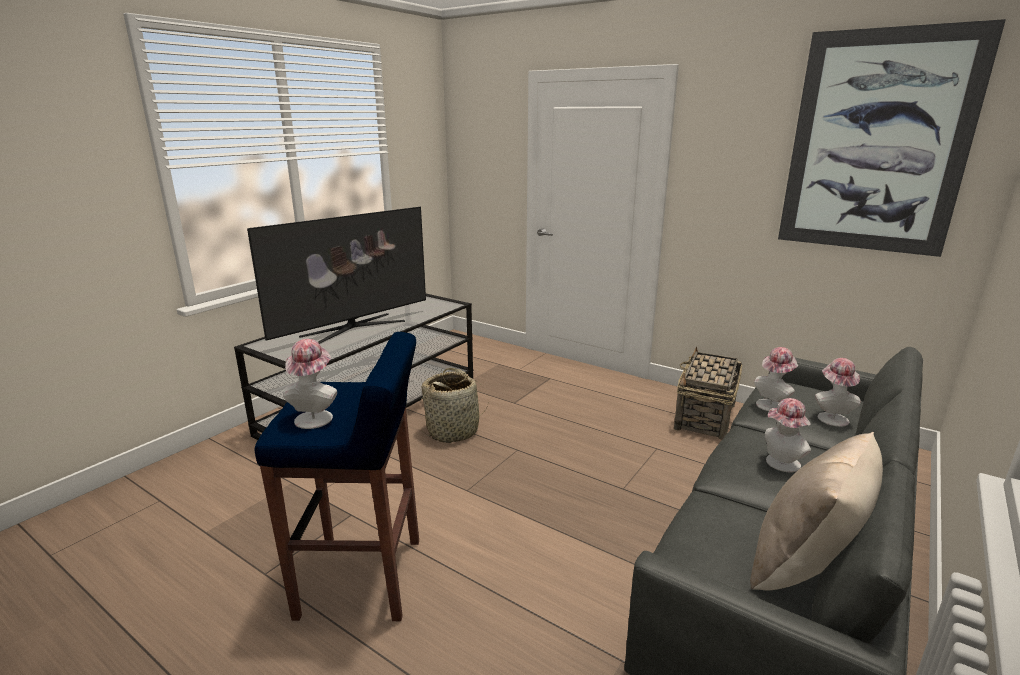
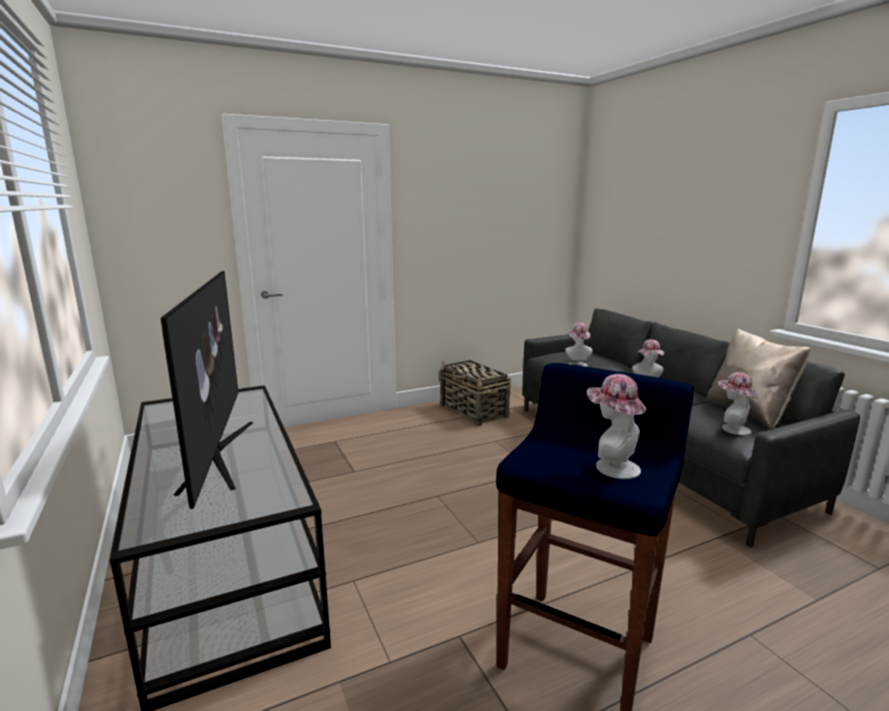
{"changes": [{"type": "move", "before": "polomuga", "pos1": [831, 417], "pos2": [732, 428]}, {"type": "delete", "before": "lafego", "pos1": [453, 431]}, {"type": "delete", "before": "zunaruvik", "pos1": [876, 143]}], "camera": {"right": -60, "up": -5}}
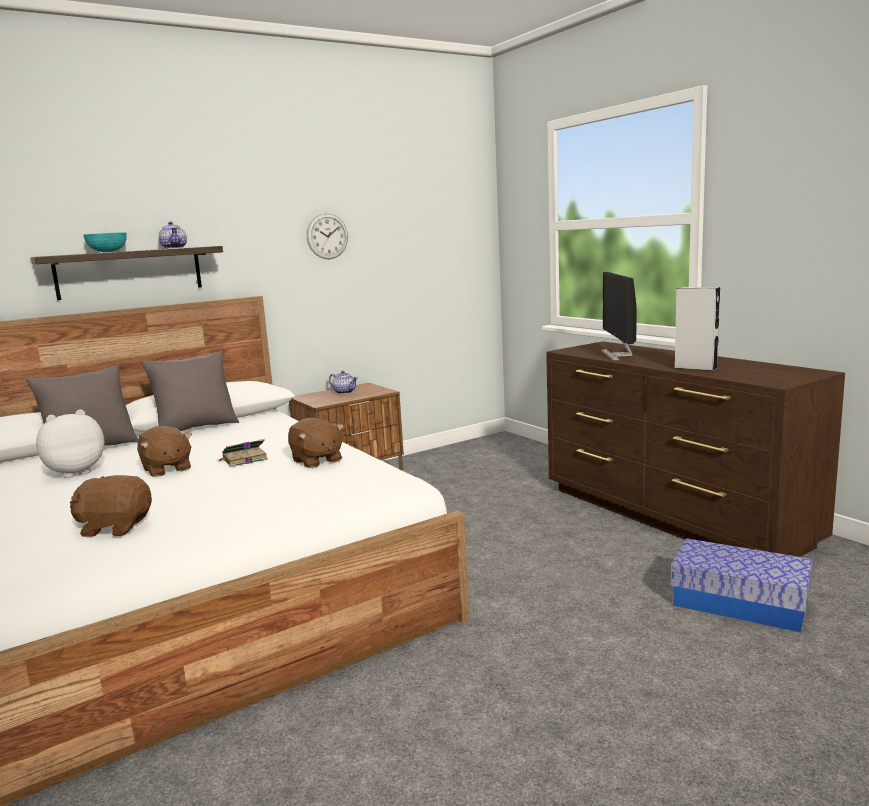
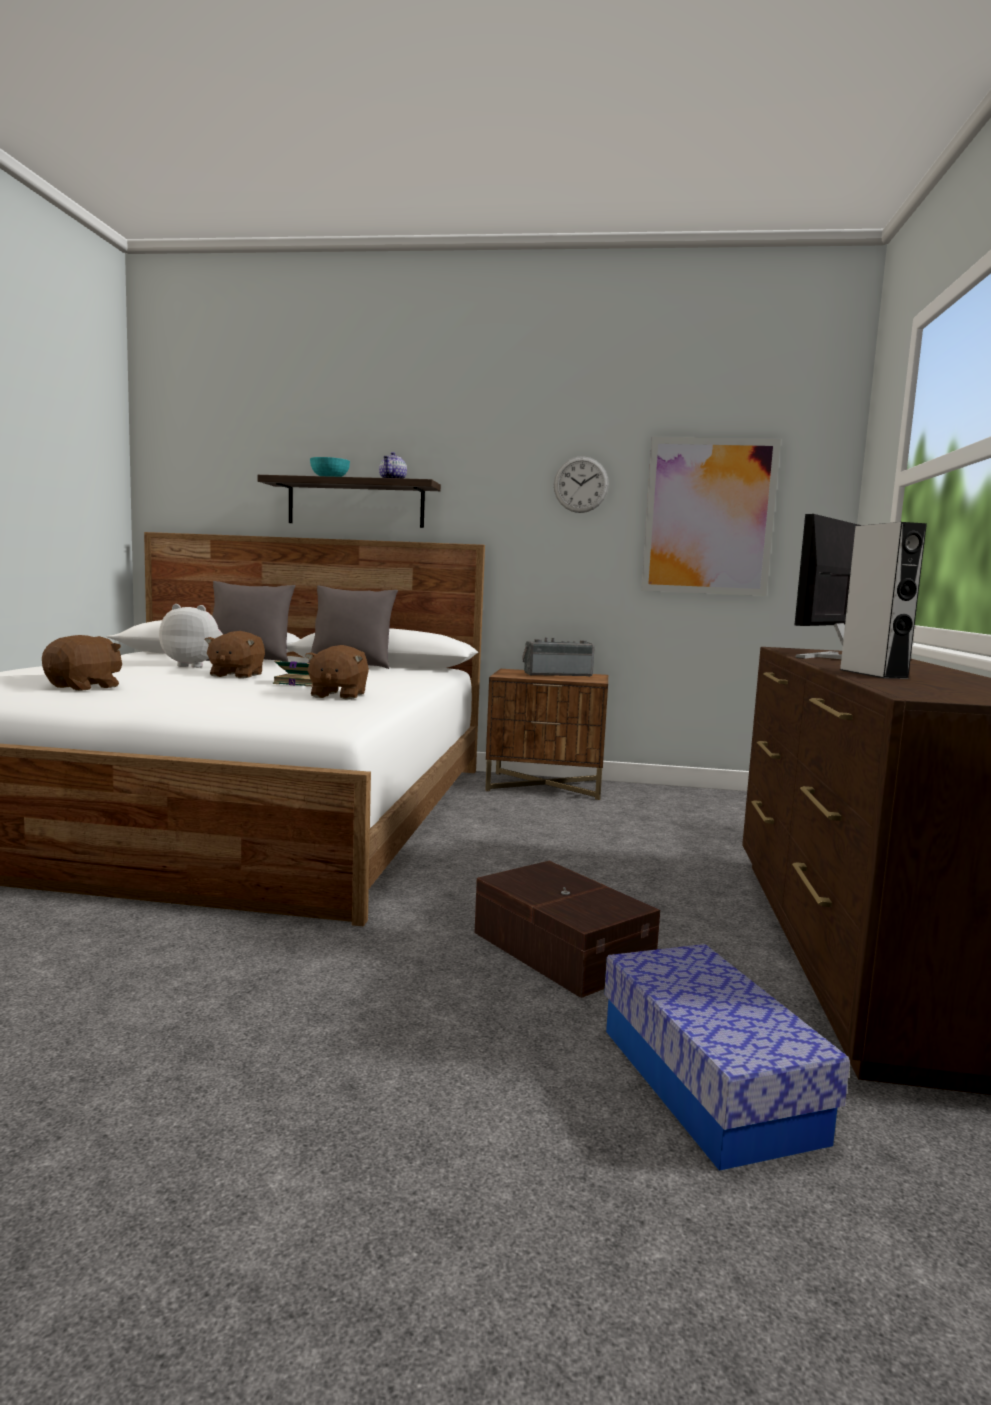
{"changes": [{"type": "rotate", "before": "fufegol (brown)", "pos1": [115, 527], "pos2": [85, 687], "turn": 75}, {"type": "insert", "after": "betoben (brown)", "pos2": [562, 948]}, {"type": "replace", "before": "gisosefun", "after": "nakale", "pos1": [344, 392], "pos2": [557, 674]}, {"type": "insert", "after": "zunaruvik", "pos2": [708, 517]}], "camera": {"right": 40, "up": -5}}
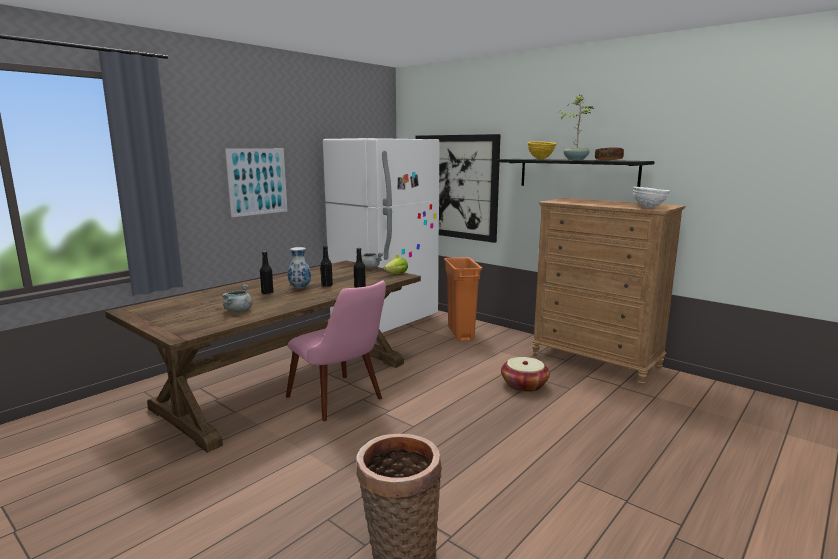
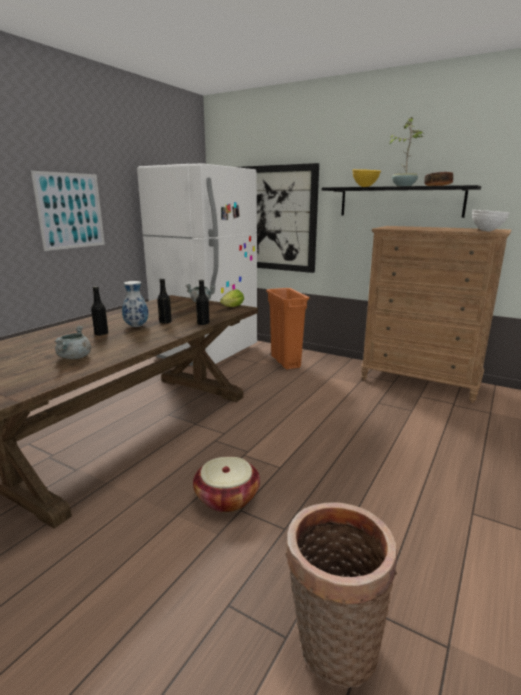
{"changes": [{"type": "move", "before": "lafego", "pos1": [524, 385], "pos2": [227, 498]}, {"type": "delete", "before": "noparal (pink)", "pos1": [342, 401]}], "camera": {"right": -10, "up": 5}}
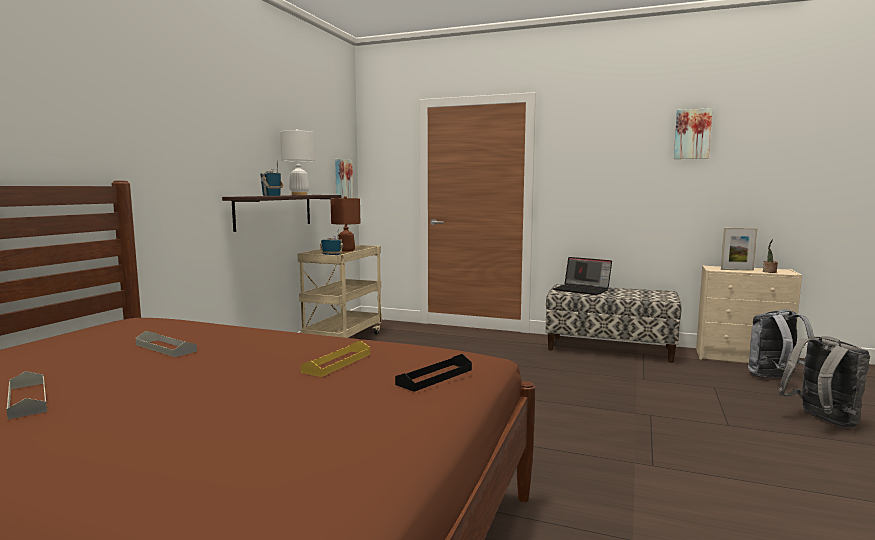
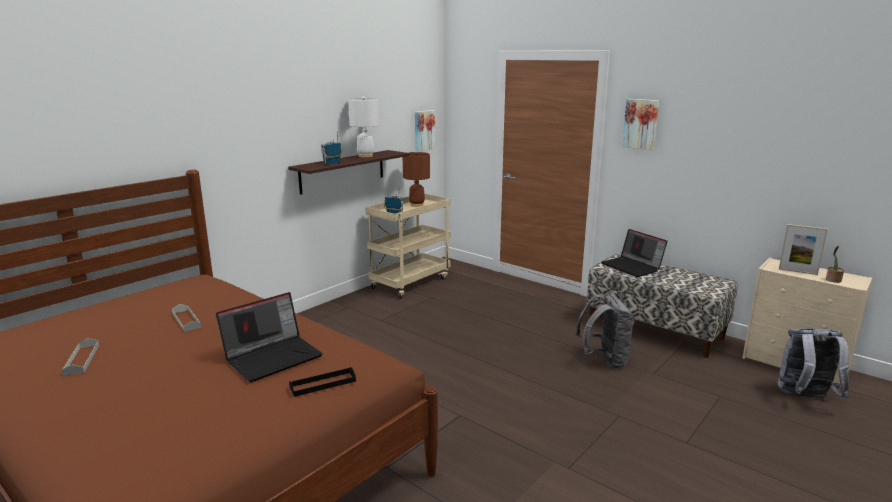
{"changes": [{"type": "replace", "before": "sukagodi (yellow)", "after": "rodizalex", "pos1": [337, 363], "pos2": [273, 357]}, {"type": "move", "before": "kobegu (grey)", "pos1": [821, 421], "pos2": [604, 360]}, {"type": "move", "before": "zunaruvik", "pos1": [692, 134], "pos2": [641, 124]}], "camera": {"right": 20, "up": 10}}
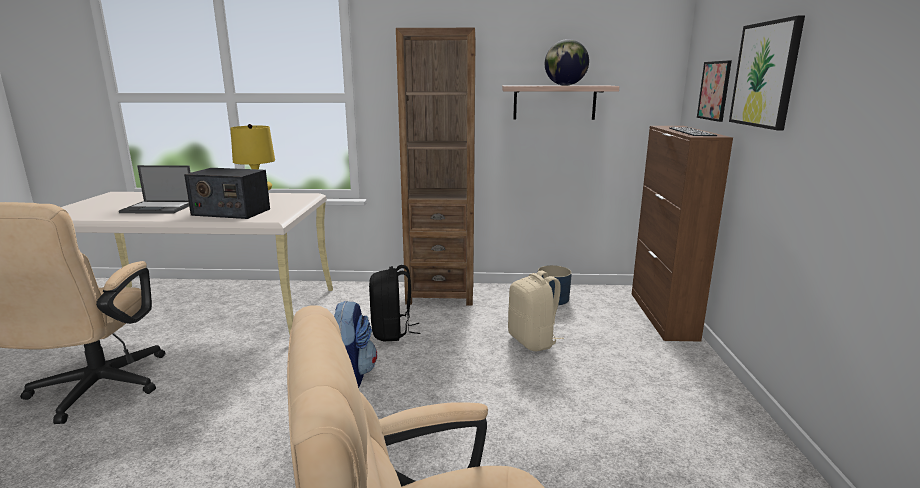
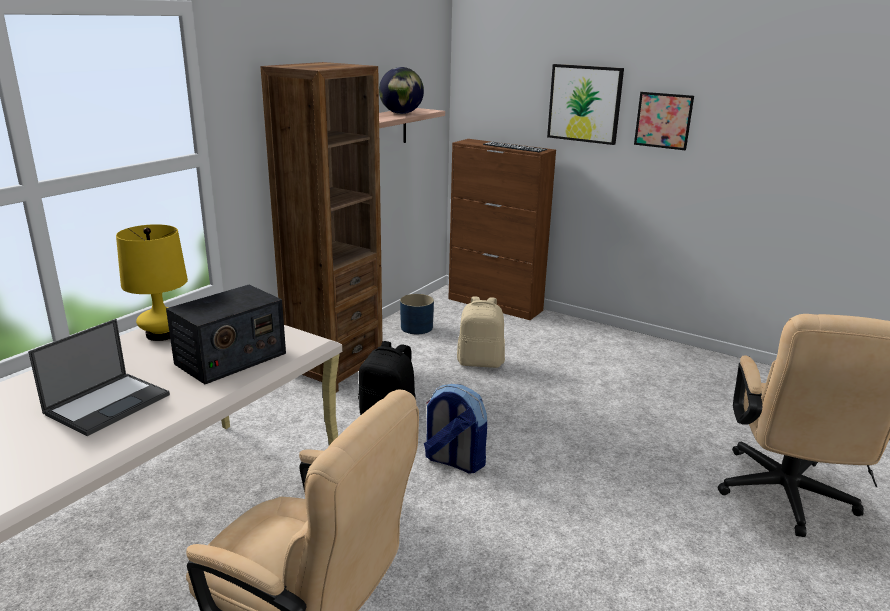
{"changes": [{"type": "move", "before": "zunaruvik", "pos1": [714, 90], "pos2": [663, 120]}], "camera": {"right": -60, "up": 5}}
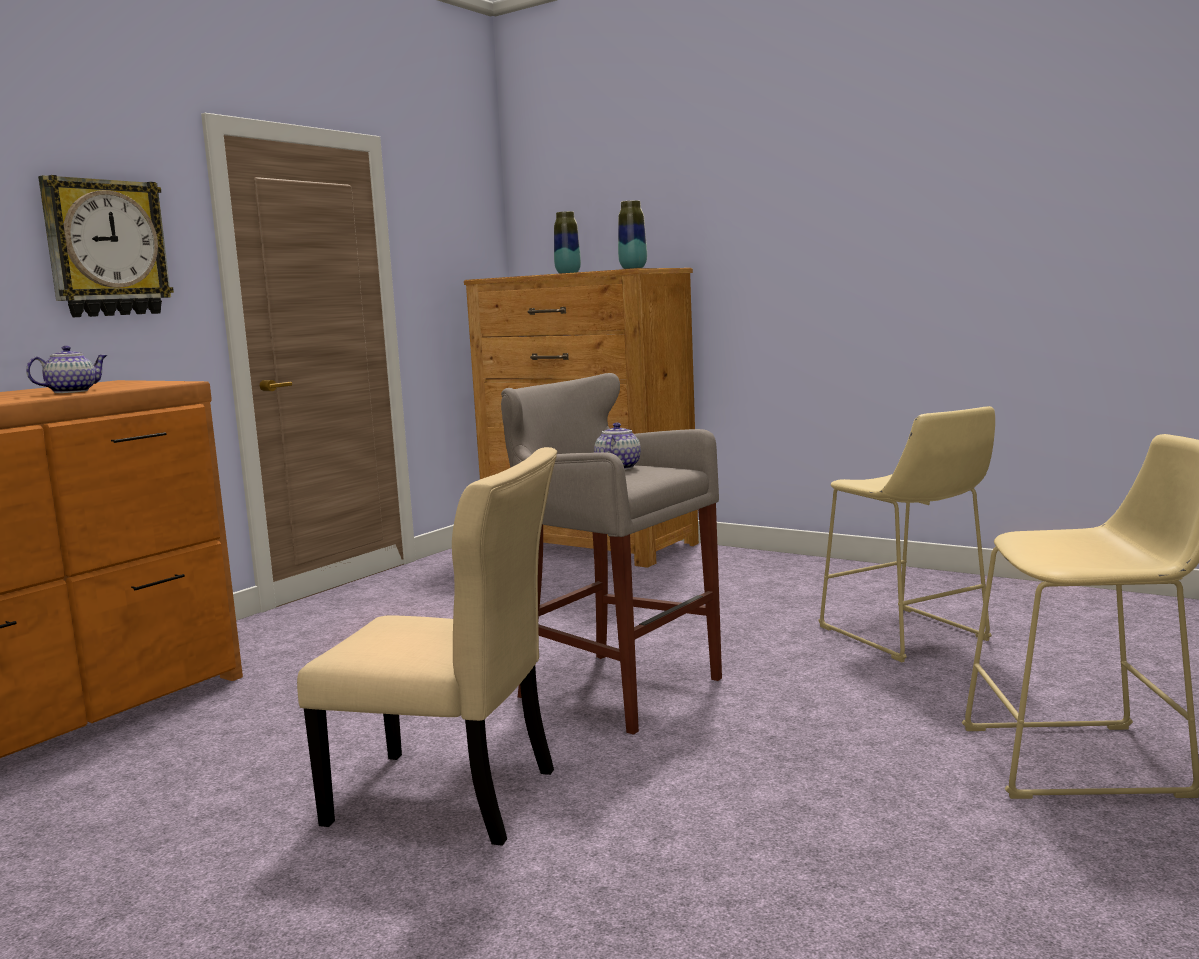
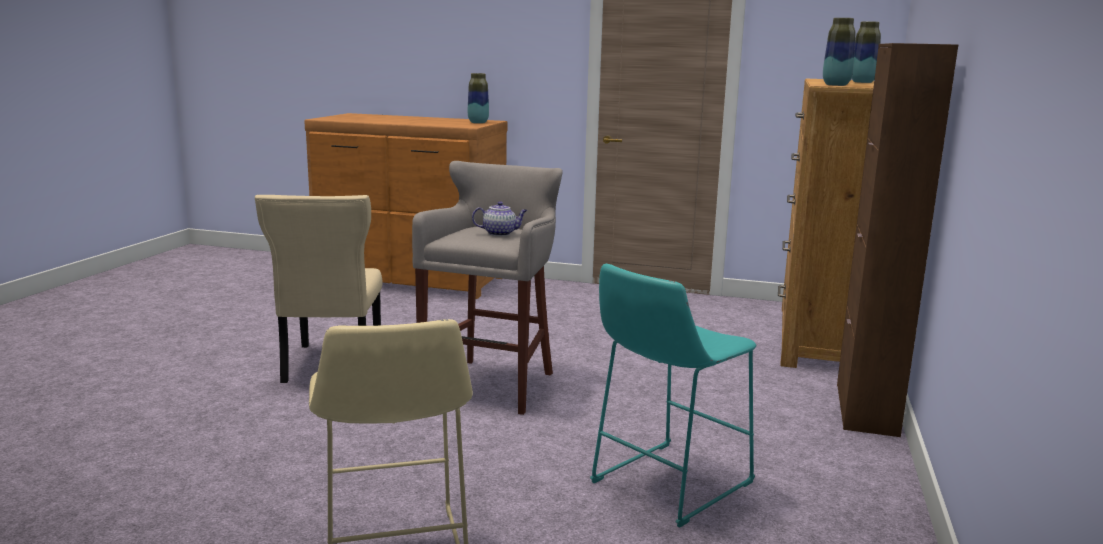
{"changes": [{"type": "insert", "after": "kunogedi", "pos2": [478, 123]}, {"type": "recolor", "before": "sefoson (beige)", "after": "sefoson (turquoise)", "pos1": [907, 636], "pos2": [665, 485]}, {"type": "insert", "after": "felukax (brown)", "pos2": [866, 409]}, {"type": "delete", "before": "gisosefun", "pos1": [72, 391]}, {"type": "delete", "before": "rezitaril", "pos1": [106, 248]}], "camera": {"right": 70, "up": 5}}
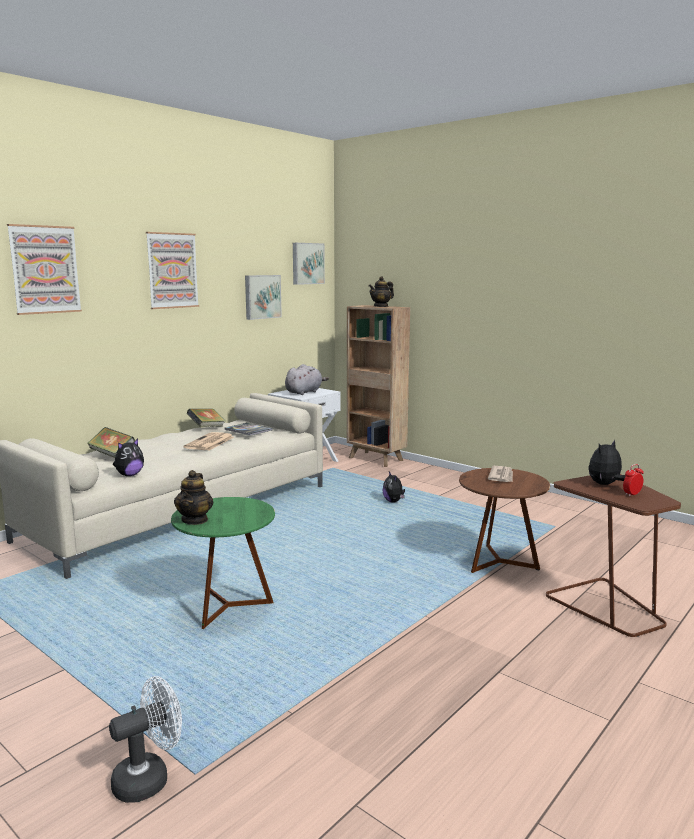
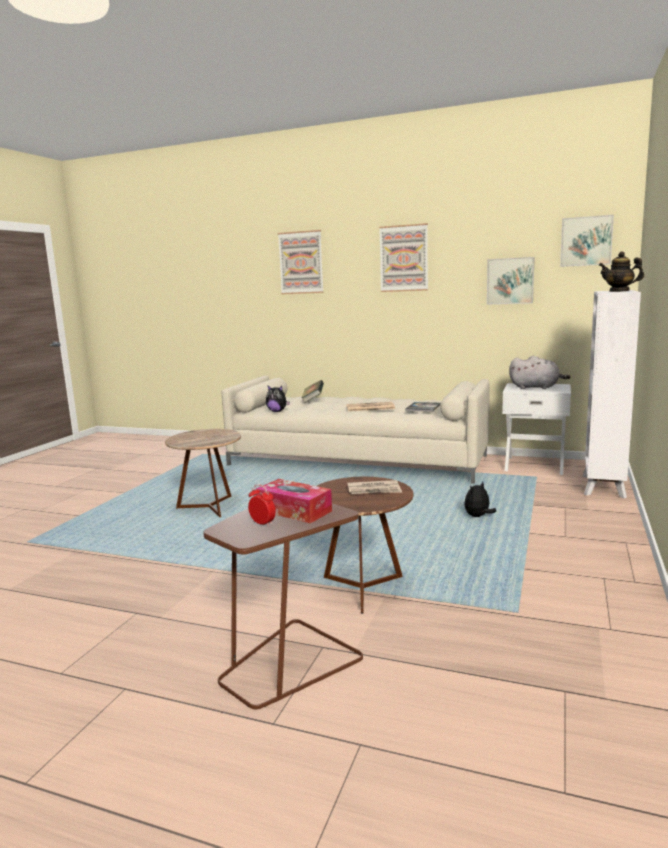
{"changes": [{"type": "recolor", "before": "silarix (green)", "after": "silarix (brown)", "pos1": [227, 607], "pos2": [210, 507]}, {"type": "replace", "before": "fufegol", "after": "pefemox", "pos1": [605, 484], "pos2": [294, 510]}, {"type": "recolor", "before": "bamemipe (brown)", "after": "bamemipe (white)", "pos1": [376, 459], "pos2": [603, 487]}, {"type": "delete", "before": "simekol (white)", "pos1": [149, 778]}, {"type": "delete", "before": "gisosefun", "pos1": [195, 520]}, {"type": "delete", "before": "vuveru", "pos1": [206, 428]}], "camera": {"right": 70, "up": 0}}
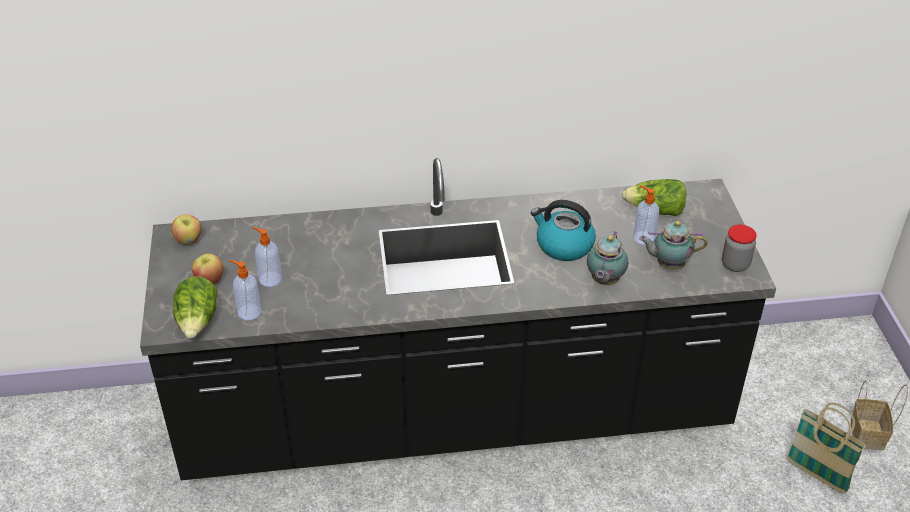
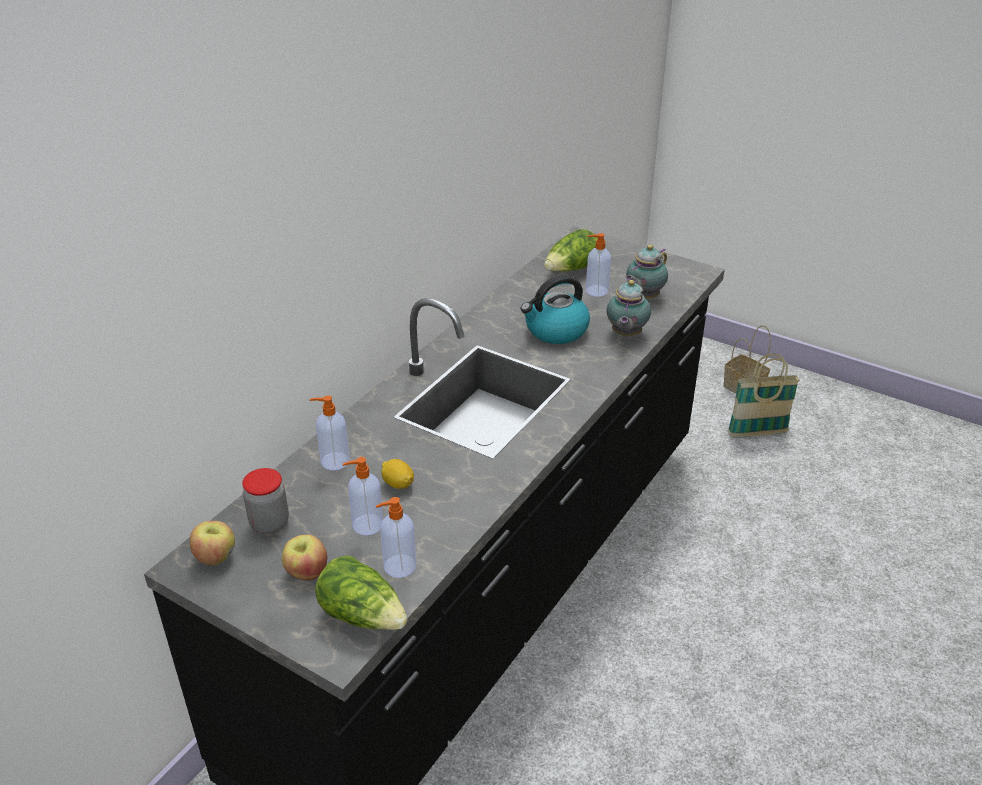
{"changes": [{"type": "move", "before": "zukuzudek", "pos1": [735, 264], "pos2": [269, 523]}, {"type": "insert", "after": "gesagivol", "pos2": [334, 461]}, {"type": "insert", "after": "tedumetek", "pos2": [398, 484]}, {"type": "rotate", "before": "gisosefun", "pos1": [604, 281], "pos2": [625, 335], "turn": 45}], "camera": {"right": -50, "up": -5}}
